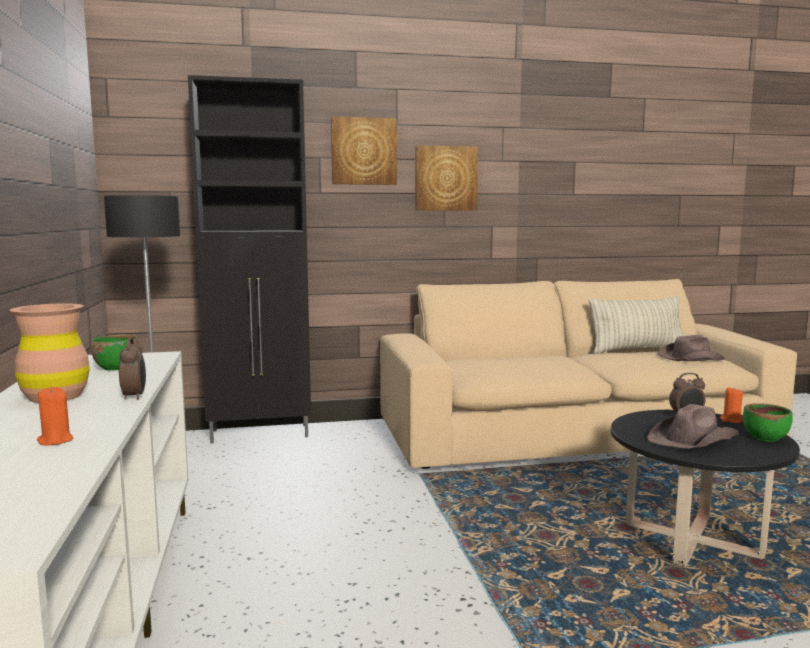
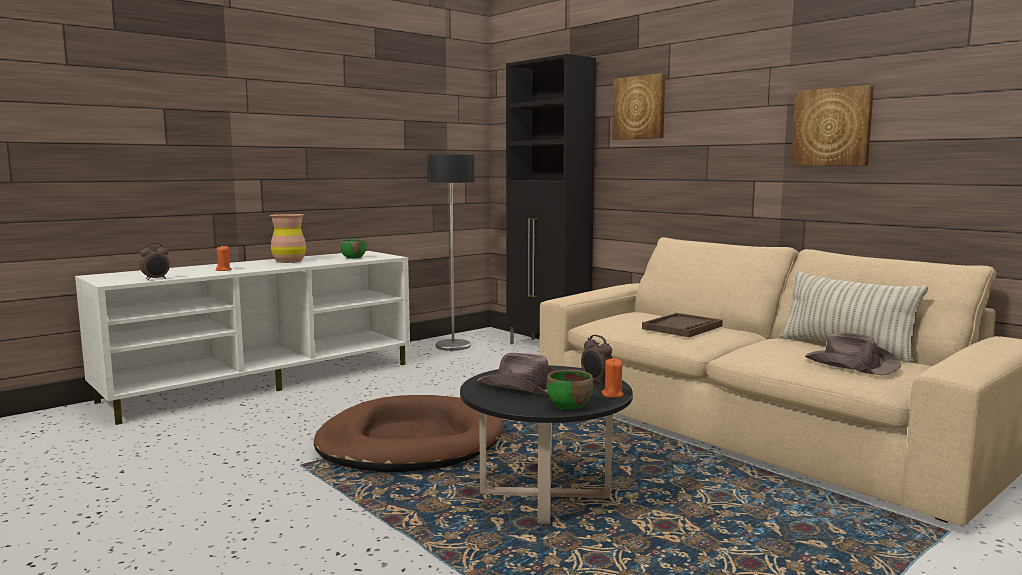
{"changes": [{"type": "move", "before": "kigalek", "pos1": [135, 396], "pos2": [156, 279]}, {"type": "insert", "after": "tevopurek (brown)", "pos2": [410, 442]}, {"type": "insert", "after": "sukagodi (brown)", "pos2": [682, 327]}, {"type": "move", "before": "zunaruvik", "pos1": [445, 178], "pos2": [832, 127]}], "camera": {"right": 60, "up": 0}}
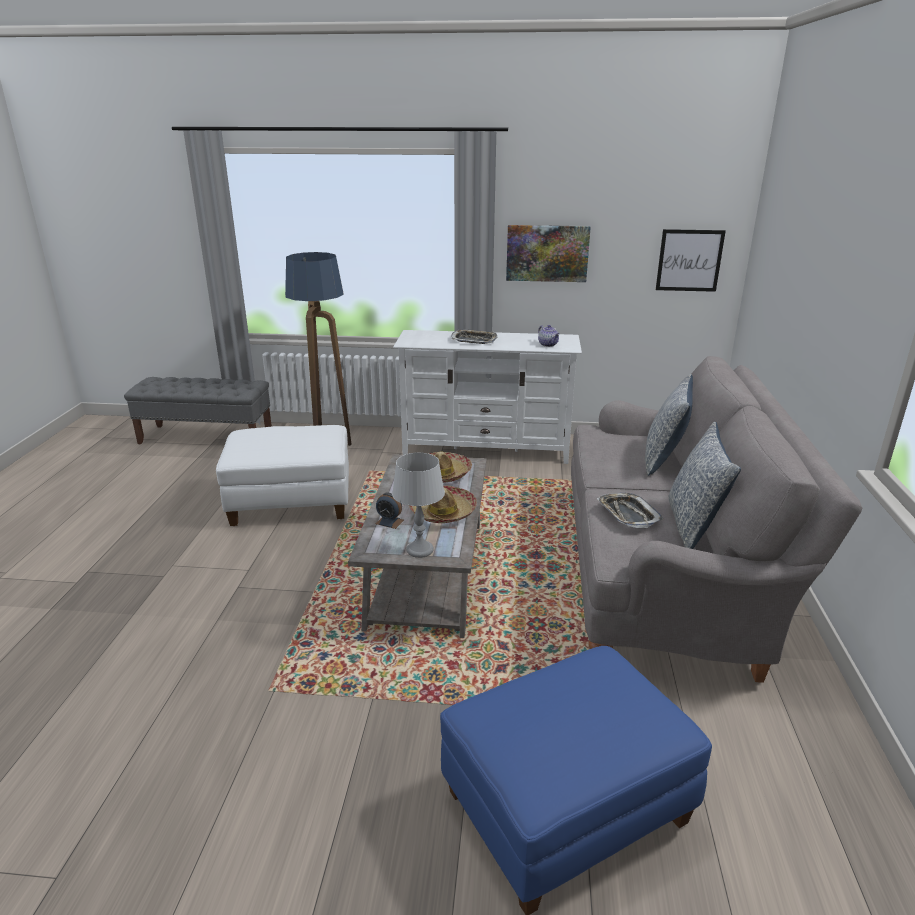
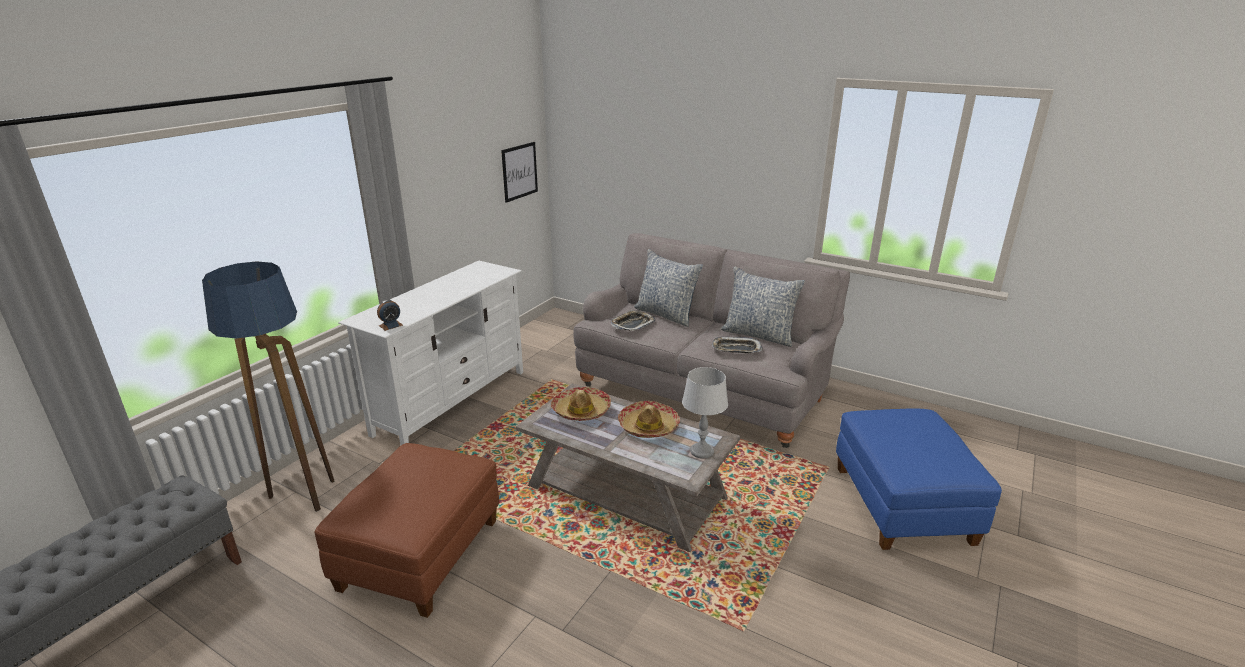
{"changes": [{"type": "recolor", "before": "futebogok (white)", "after": "futebogok (brown)", "pos1": [291, 502], "pos2": [420, 555]}, {"type": "move", "before": "kigalek", "pos1": [389, 522], "pos2": [390, 325]}, {"type": "move", "before": "sukagodi", "pos1": [474, 340], "pos2": [632, 324]}, {"type": "delete", "before": "zunaruvik", "pos1": [547, 253]}, {"type": "delete", "before": "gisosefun", "pos1": [548, 344]}], "camera": {"right": -65, "up": 0}}
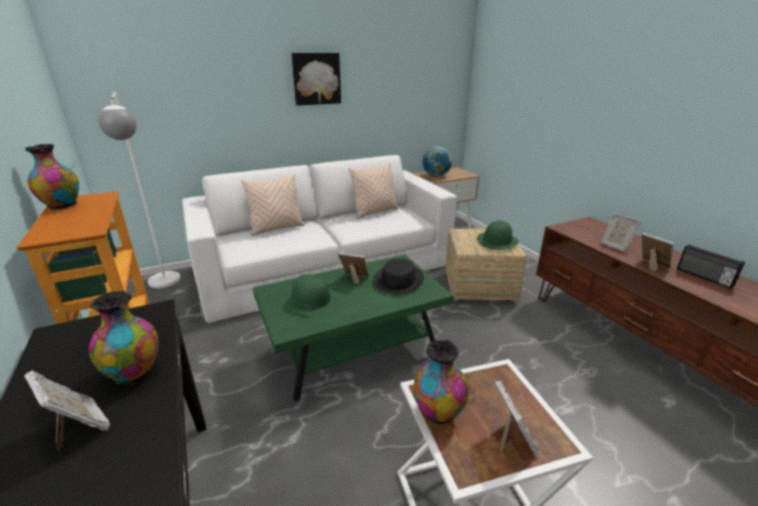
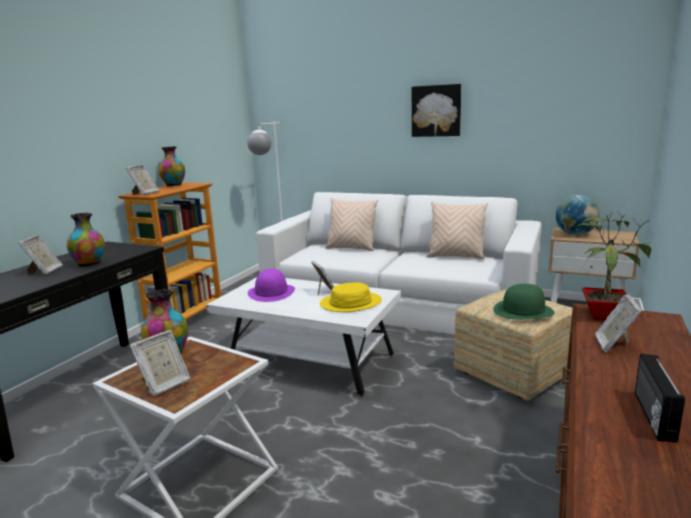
{"changes": [{"type": "move", "before": "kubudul", "pos1": [652, 266], "pos2": [145, 194]}, {"type": "recolor", "before": "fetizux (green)", "after": "fetizux (white)", "pos1": [354, 350], "pos2": [310, 362]}, {"type": "recolor", "before": "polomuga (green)", "after": "polomuga (purple)", "pos1": [311, 300], "pos2": [271, 292]}, {"type": "recolor", "before": "polomuga (black)", "after": "polomuga (yellow)", "pos1": [398, 280], "pos2": [351, 303]}, {"type": "insert", "after": "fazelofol", "pos2": [603, 315]}], "camera": {"right": 50, "up": -10}}
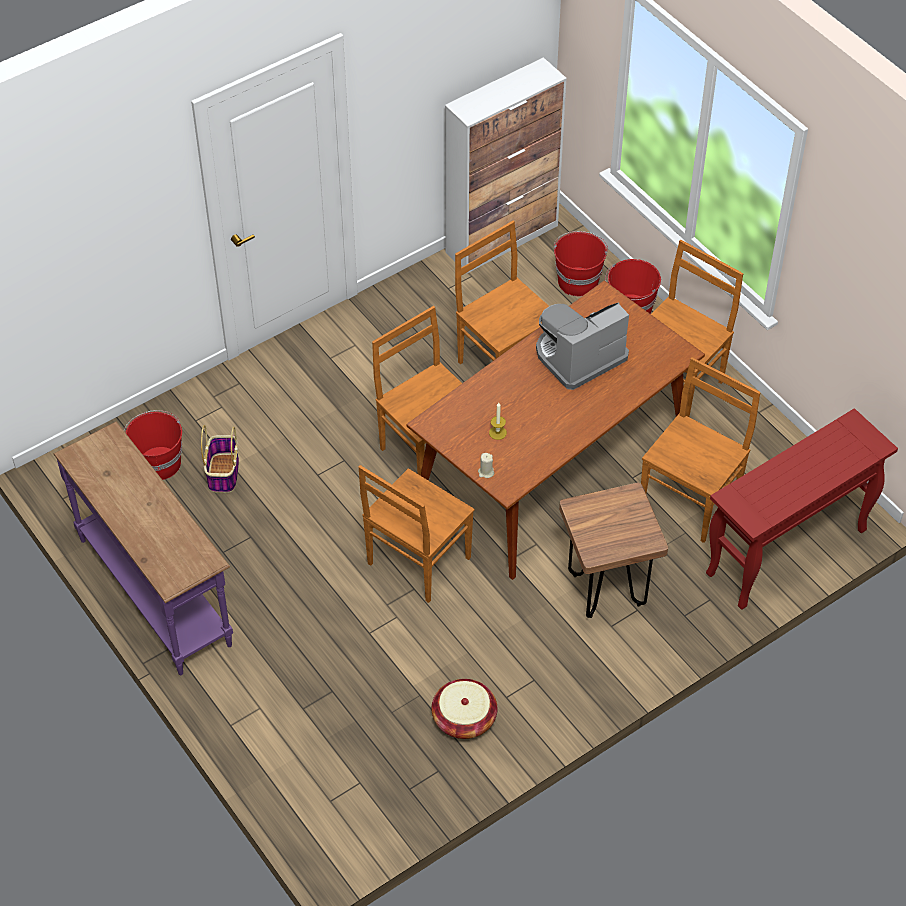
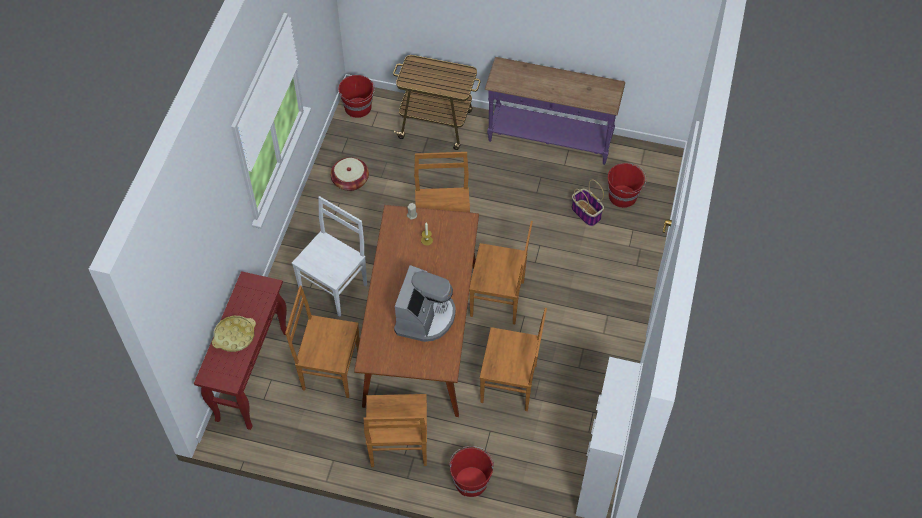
{"changes": [{"type": "insert", "after": "sukagodi (yellow)", "pos2": [234, 336]}, {"type": "rotate", "before": "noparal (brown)", "pos1": [690, 501], "pos2": [329, 370], "turn": 105}, {"type": "replace", "before": "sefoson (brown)", "after": "noparal (white)", "pos1": [606, 590], "pos2": [335, 287]}, {"type": "move", "before": "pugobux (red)", "pos1": [578, 281], "pos2": [358, 107]}, {"type": "insert", "after": "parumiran", "pos2": [437, 125]}], "camera": {"right": 140, "up": 5}}
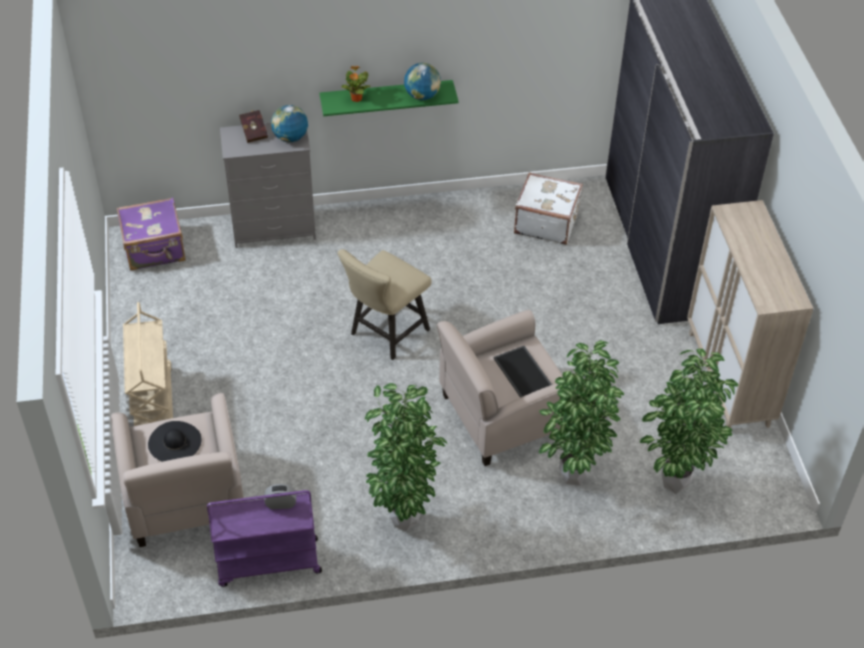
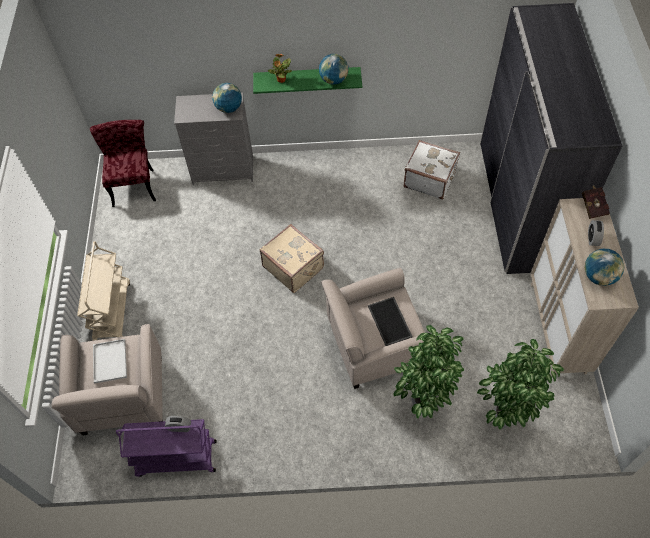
{"changes": [{"type": "replace", "before": "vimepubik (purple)", "after": "noparal (red)", "pos1": [155, 250], "pos2": [134, 183]}, {"type": "replace", "before": "polomuga (black)", "after": "sukagodi (white)", "pos1": [174, 442], "pos2": [109, 360]}, {"type": "replace", "before": "noparal (beige)", "after": "vimepubik (beige)", "pos1": [385, 334], "pos2": [293, 266]}, {"type": "move", "before": "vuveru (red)", "pos1": [254, 132], "pos2": [593, 206]}, {"type": "insert", "after": "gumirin", "pos2": [599, 276]}, {"type": "insert", "after": "kigalek", "pos2": [592, 238]}, {"type": "delete", "before": "fazelofol", "pos1": [403, 518]}], "camera": {"right": 10, "up": 10}}
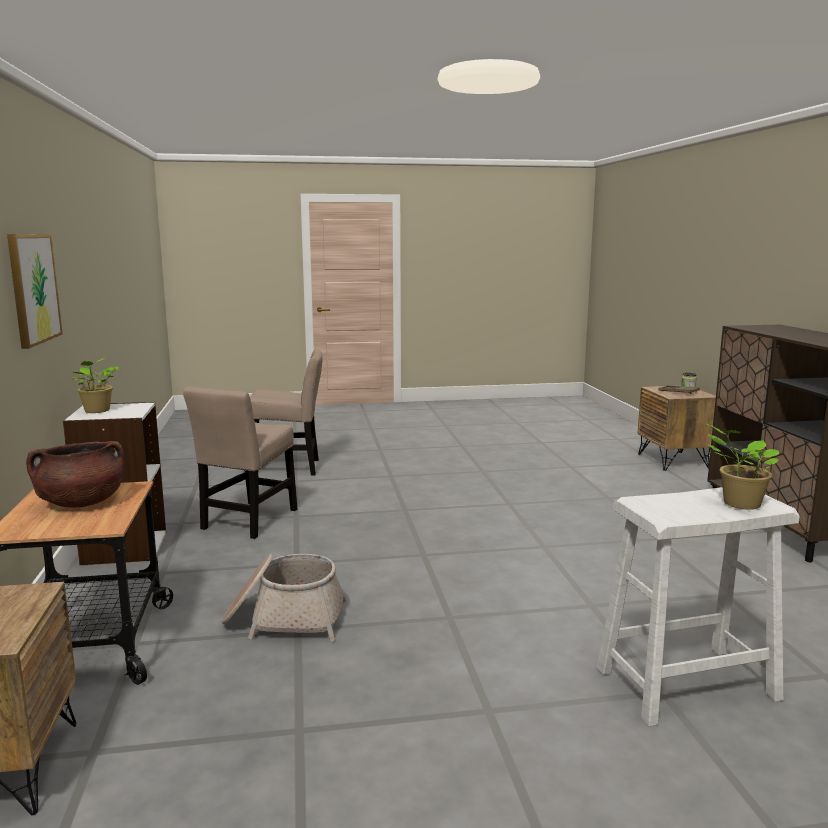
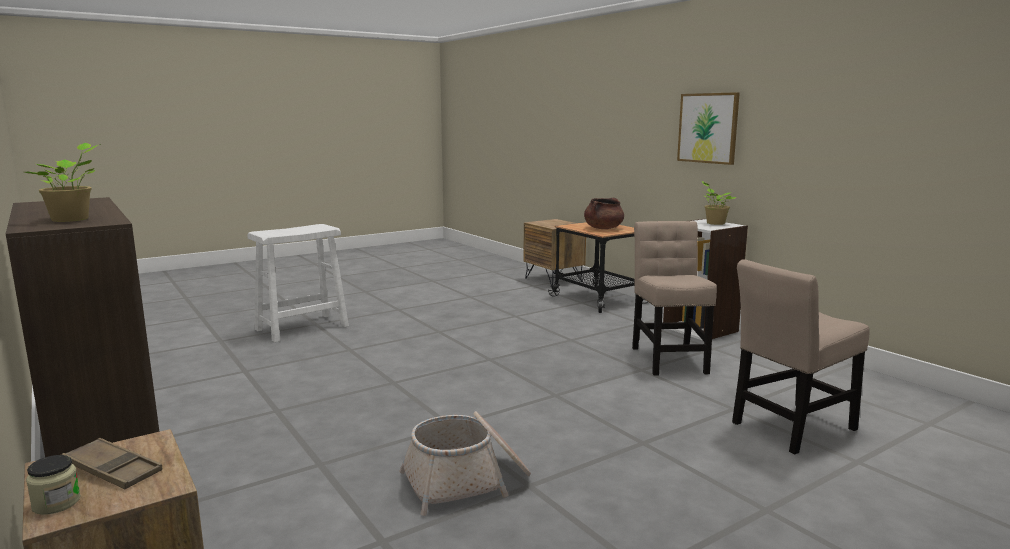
{"changes": [{"type": "move", "before": "fazelofol", "pos1": [738, 503], "pos2": [73, 219]}, {"type": "move", "before": "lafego", "pos1": [284, 619], "pos2": [467, 481]}], "camera": {"right": 155, "up": 0}}
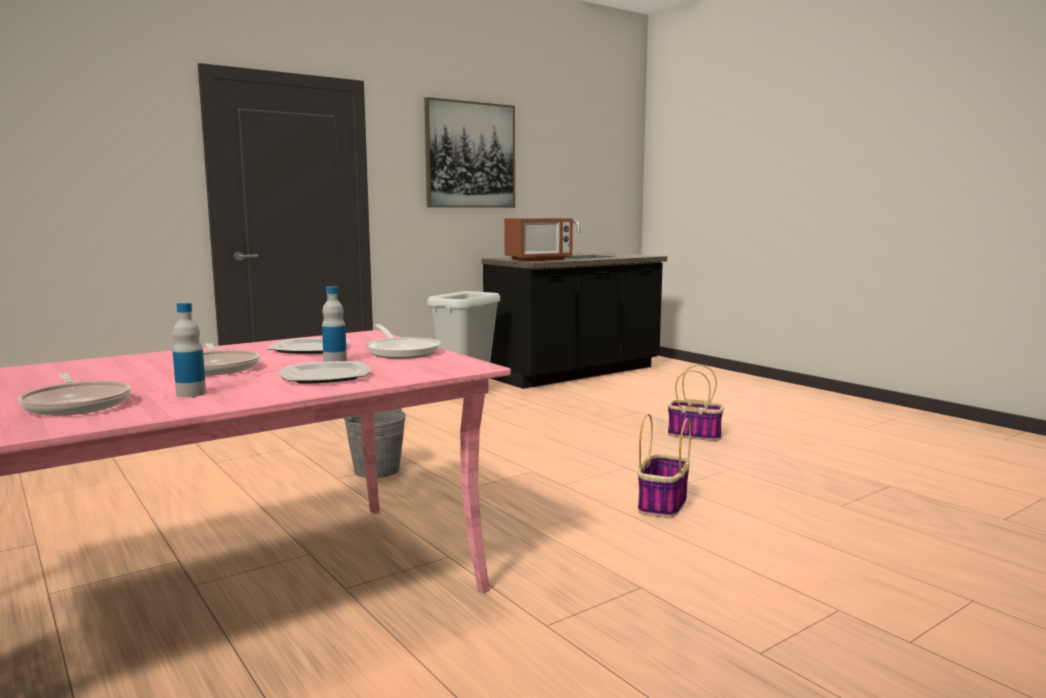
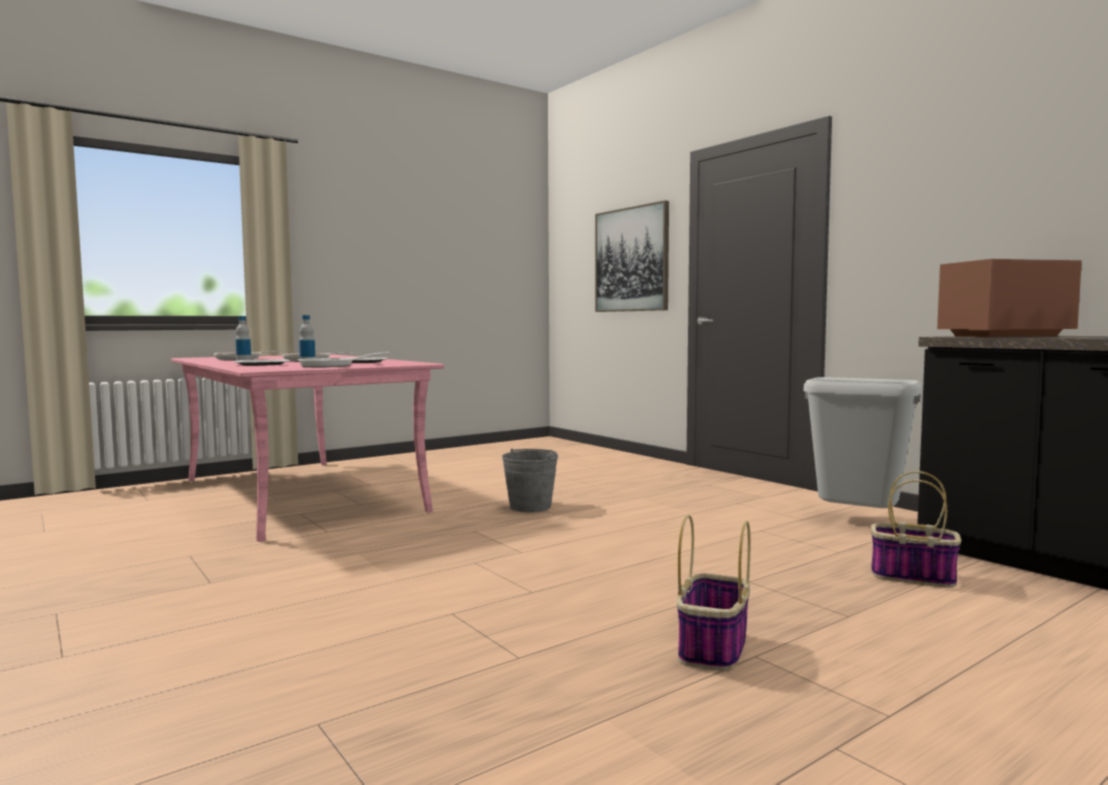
{"changes": [{"type": "move", "before": "zunaruvik", "pos1": [470, 155], "pos2": [631, 259]}, {"type": "move", "before": "lafego", "pos1": [662, 505], "pos2": [911, 577]}, {"type": "rotate", "before": "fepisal", "pos1": [538, 259], "pos2": [1004, 336], "turn": 105}], "camera": {"right": 90, "up": -5}}
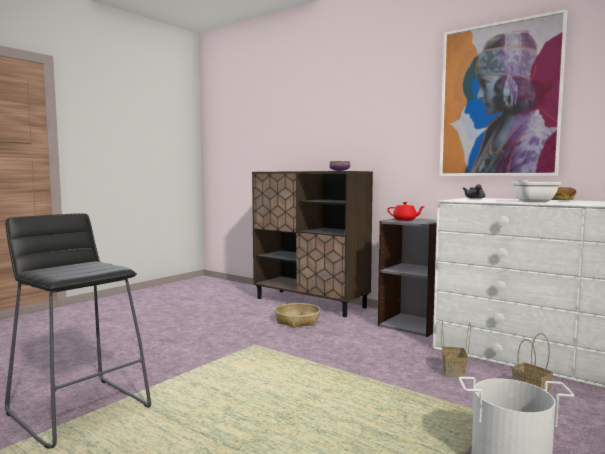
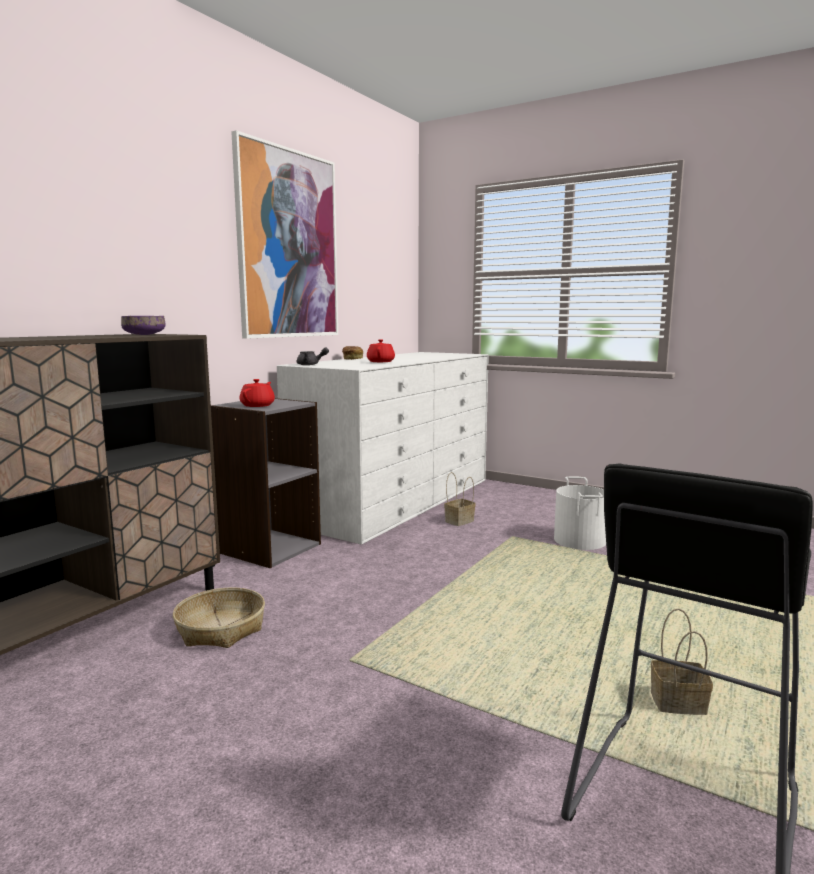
{"changes": [{"type": "replace", "before": "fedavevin", "after": "gisosefun (red)", "pos1": [533, 201], "pos2": [381, 361]}, {"type": "move", "before": "lafego", "pos1": [454, 372], "pos2": [679, 703]}], "camera": {"right": -95, "up": 5}}
